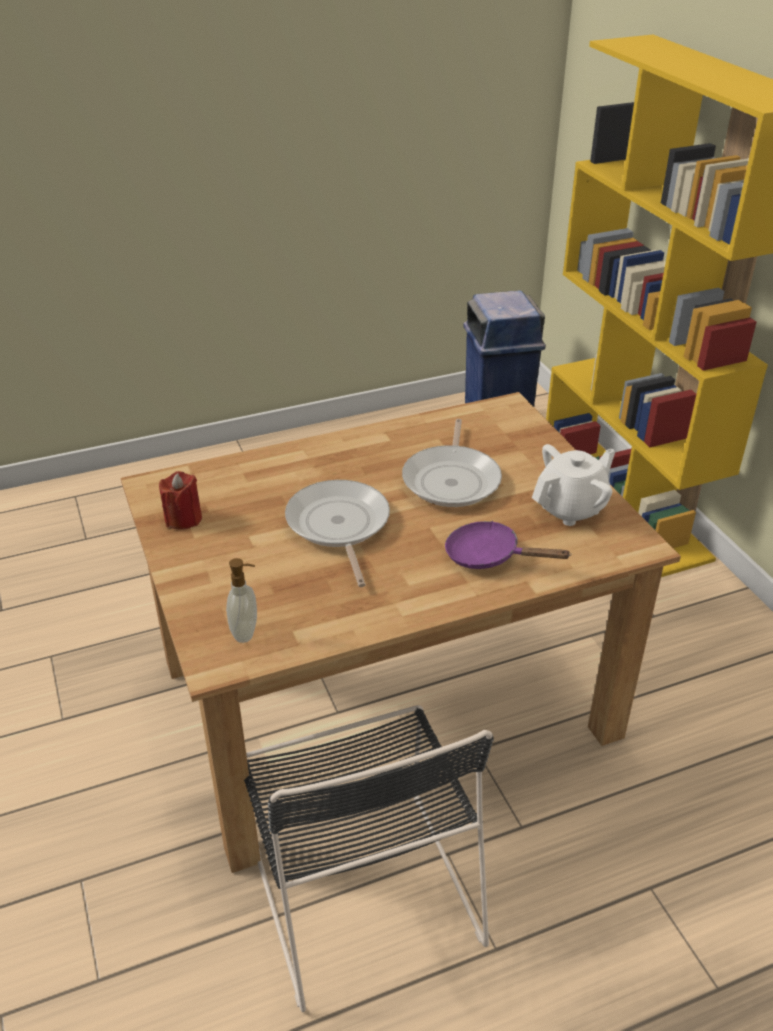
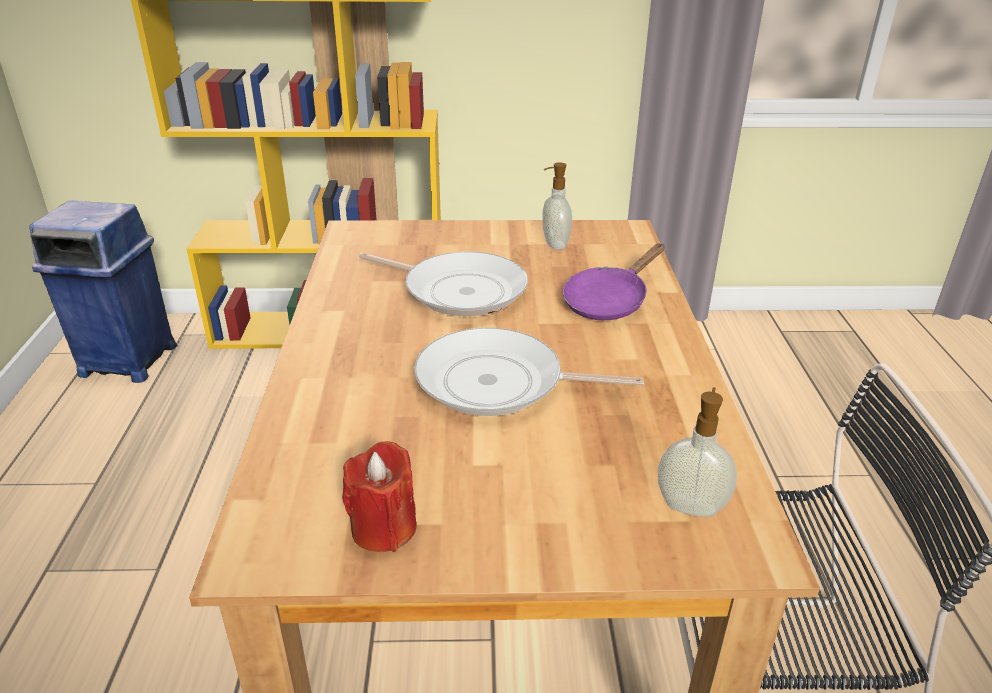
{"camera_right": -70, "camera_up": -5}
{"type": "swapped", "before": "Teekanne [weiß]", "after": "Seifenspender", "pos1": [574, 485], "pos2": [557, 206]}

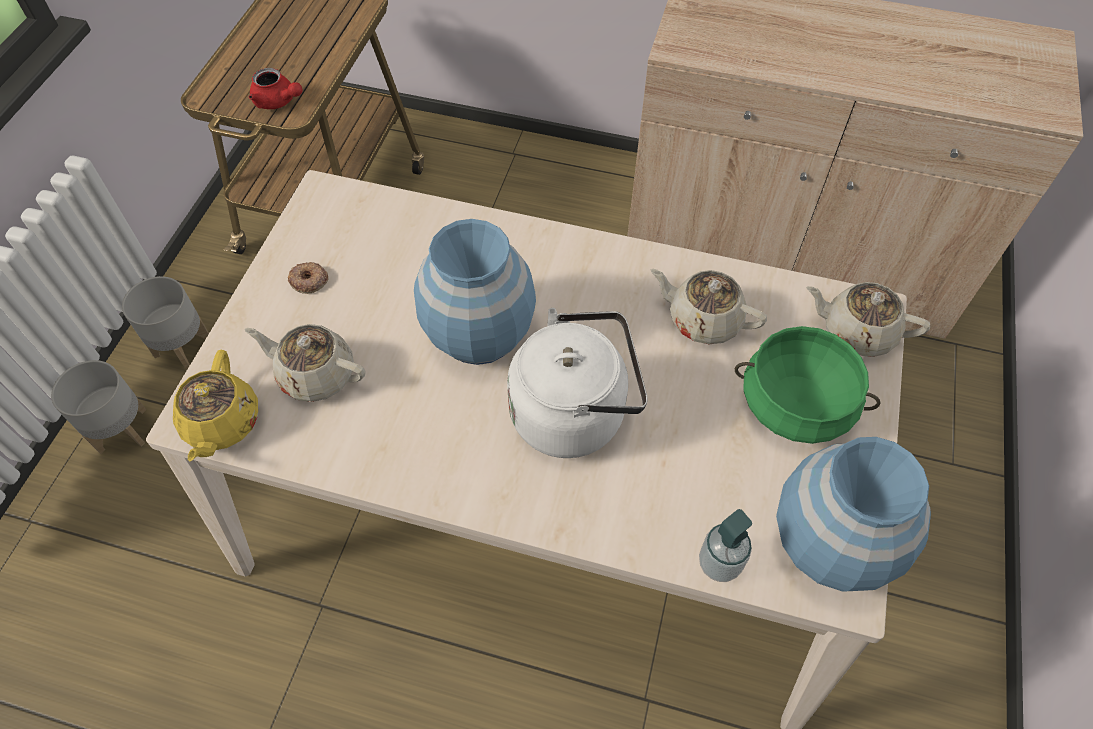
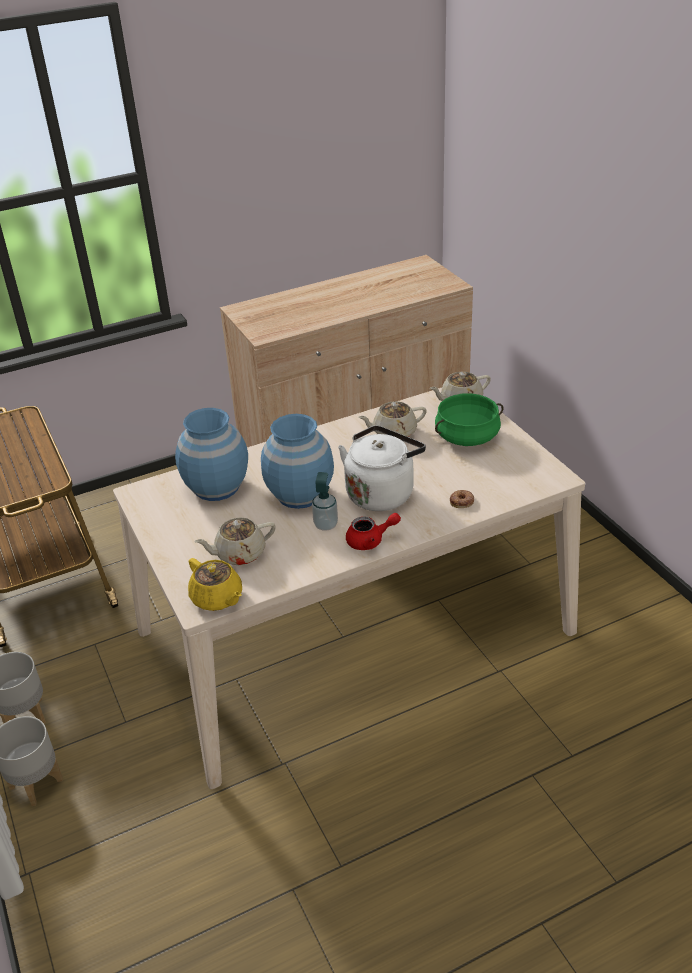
{"camera_right": -40, "camera_up": -20}
{"type": "shifted", "before": "Teekanne [rot]", "pos1": [276, 88], "pos2": [373, 531]}
{"type": "shifted", "before": "Donut", "pos1": [308, 278], "pos2": [462, 499]}
{"type": "shifted", "before": "Seifenspender", "pos1": [725, 545], "pos2": [325, 501]}
{"type": "shifted", "before": "Vase [blau]", "pos1": [853, 514], "pos2": [211, 454]}

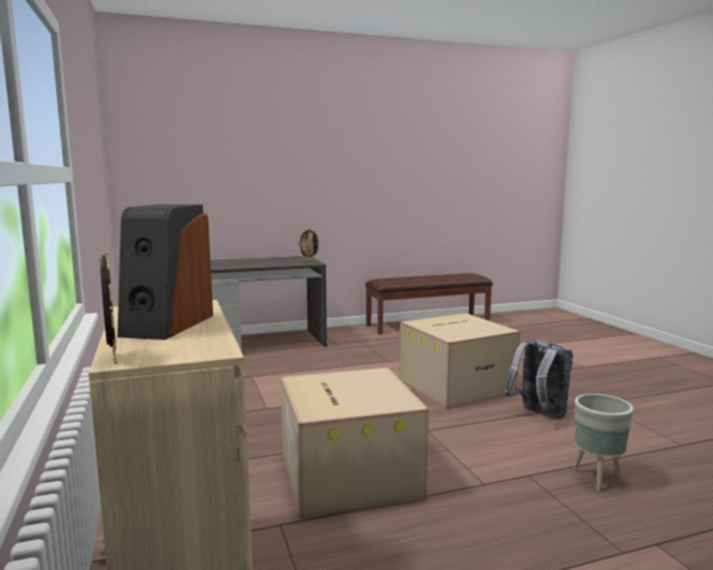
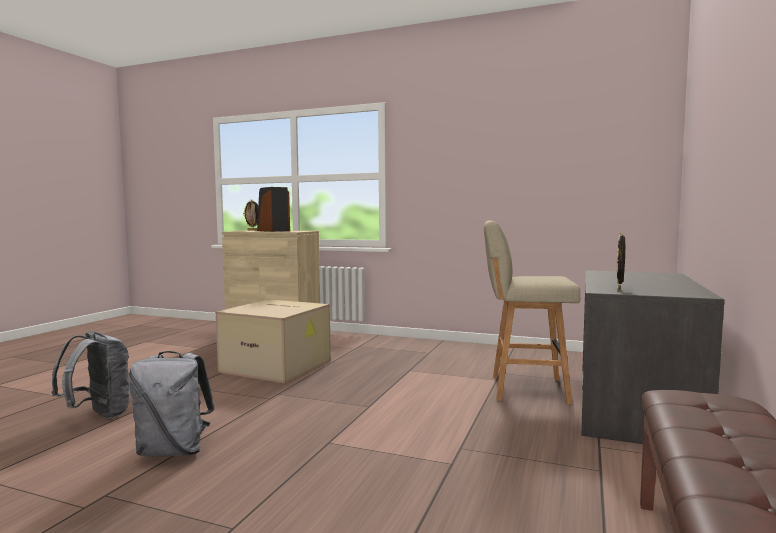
{"camera_right": 130, "camera_up": -5}
{"type": "gone", "before": "Karton", "pos1": [459, 361]}
{"type": "new", "after": "Hocker [beige]", "pos2": [532, 312]}
{"type": "swapped", "before": "Pflanzkübel [grau]", "after": "Rucksack [grau]", "pos1": [603, 443], "pos2": [90, 374]}

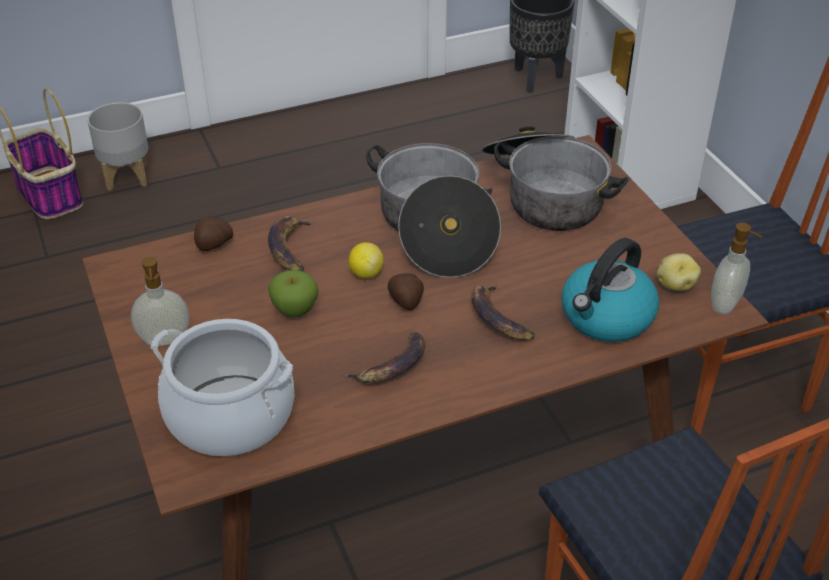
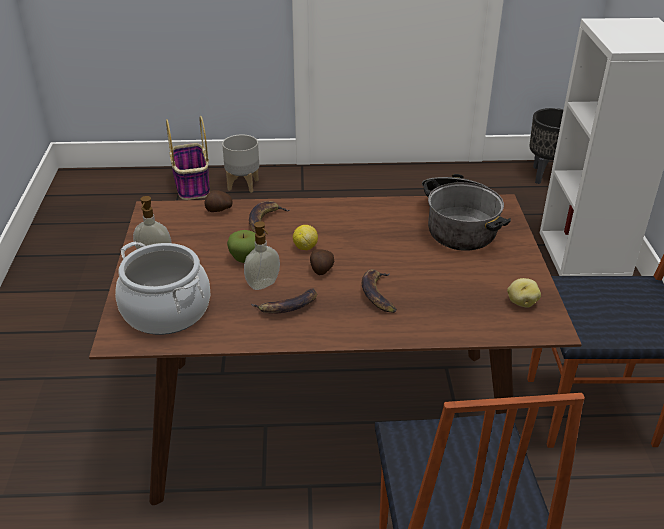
{"camera_right": 20, "camera_up": -5}
{"type": "gone", "before": "Kochtopf", "pos1": [433, 210]}
{"type": "gone", "before": "Wasserkessel", "pos1": [610, 290]}
{"type": "shifted", "before": "Seifenspender", "pos1": [736, 268], "pos2": [262, 255]}

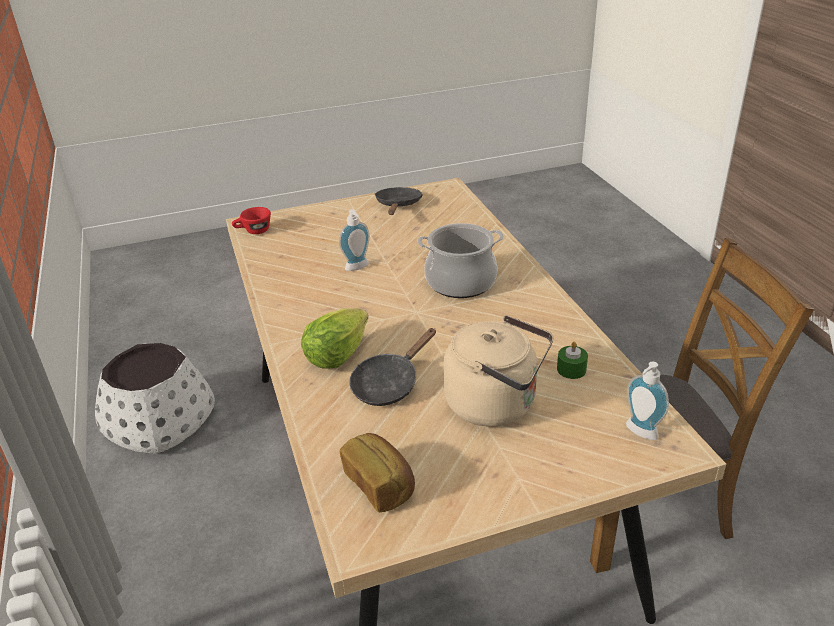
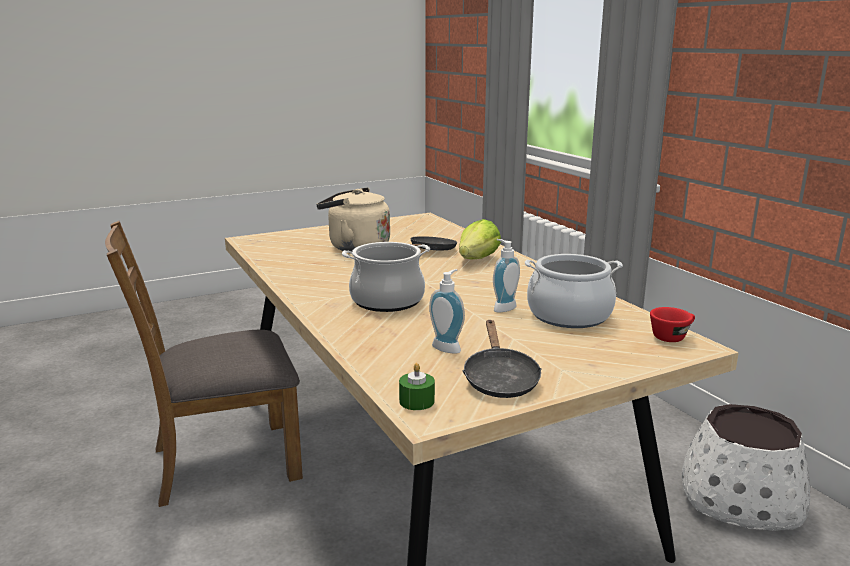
{"camera_right": 170, "camera_up": -15}
{"type": "gone", "before": "Brot", "pos1": [377, 472]}
{"type": "new", "after": "Kochtopf", "pos2": [574, 291]}
{"type": "shifted", "before": "Kerze [grün]", "pos1": [572, 360], "pos2": [417, 386]}
{"type": "shifted", "before": "Seifenspender", "pos1": [647, 401], "pos2": [447, 311]}

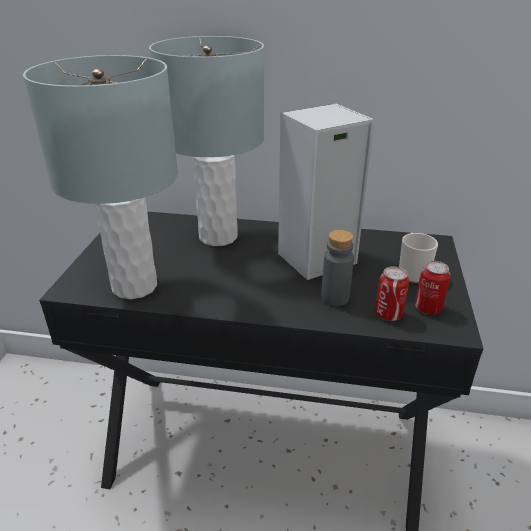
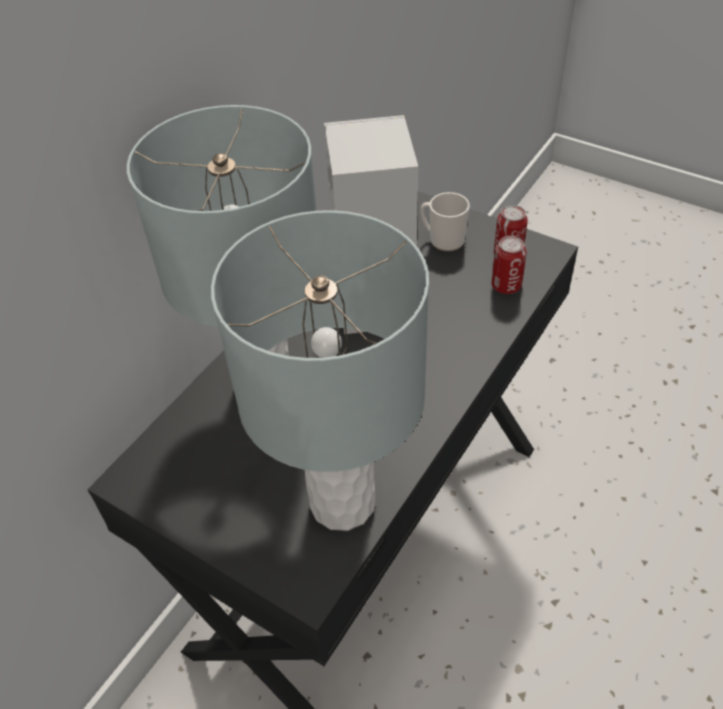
{"camera_right": -65, "camera_up": 15}
{"type": "gone", "before": "Flasche [grau]", "pos1": [337, 268]}

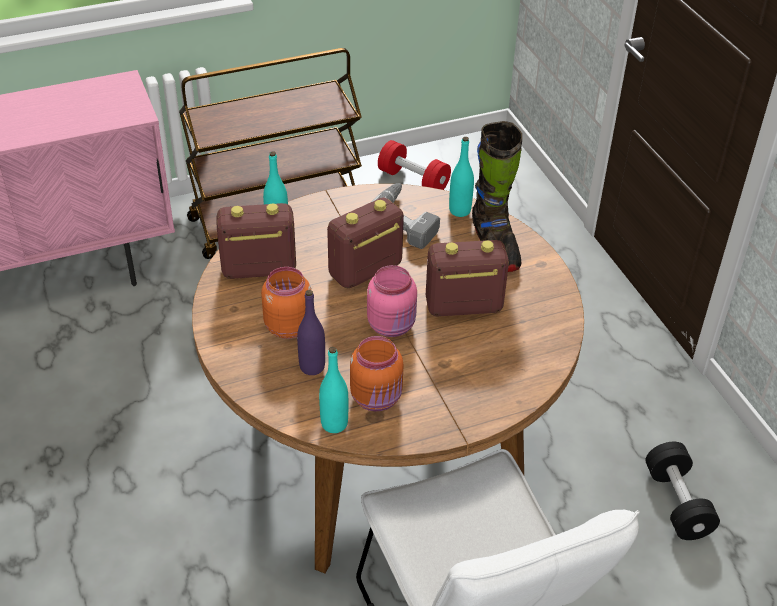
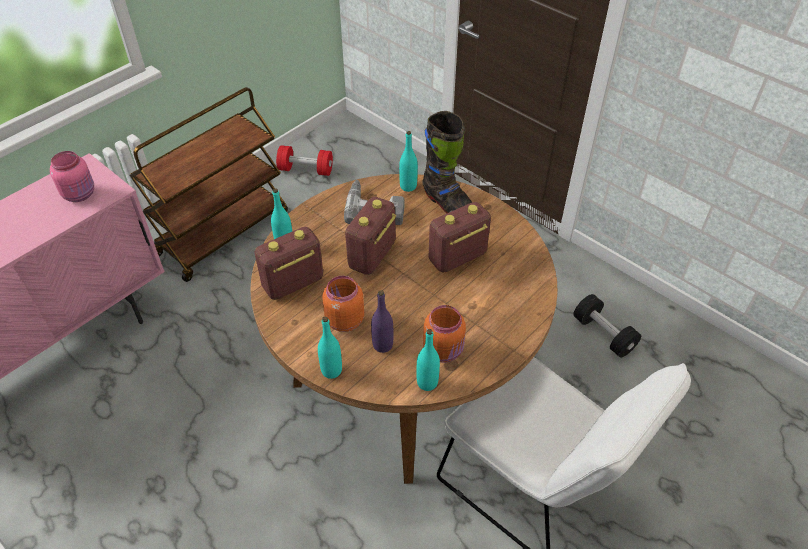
{"camera_right": -25, "camera_up": 5}
{"type": "new", "after": "Flasche [türkis]", "pos2": [330, 348]}
{"type": "shifted", "before": "Vorratsglas [rosa]", "pos1": [392, 301], "pos2": [72, 176]}

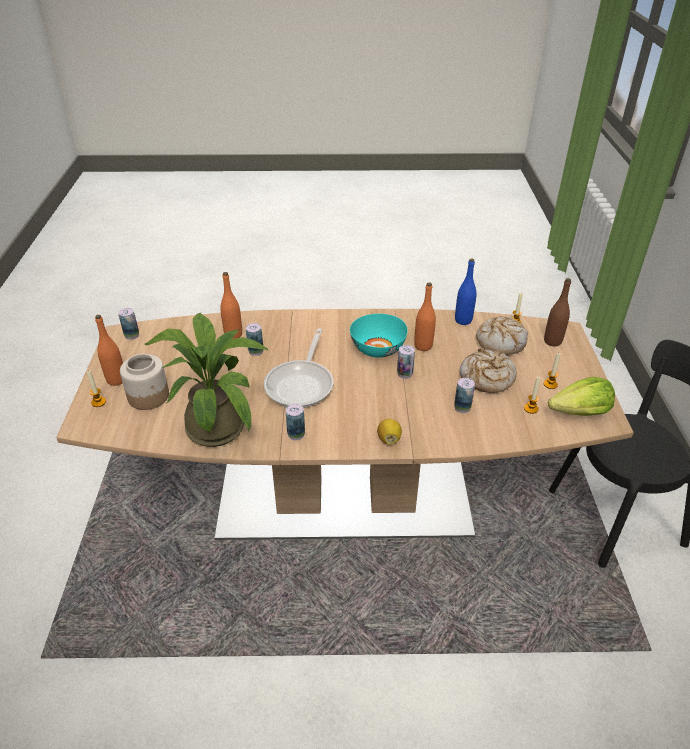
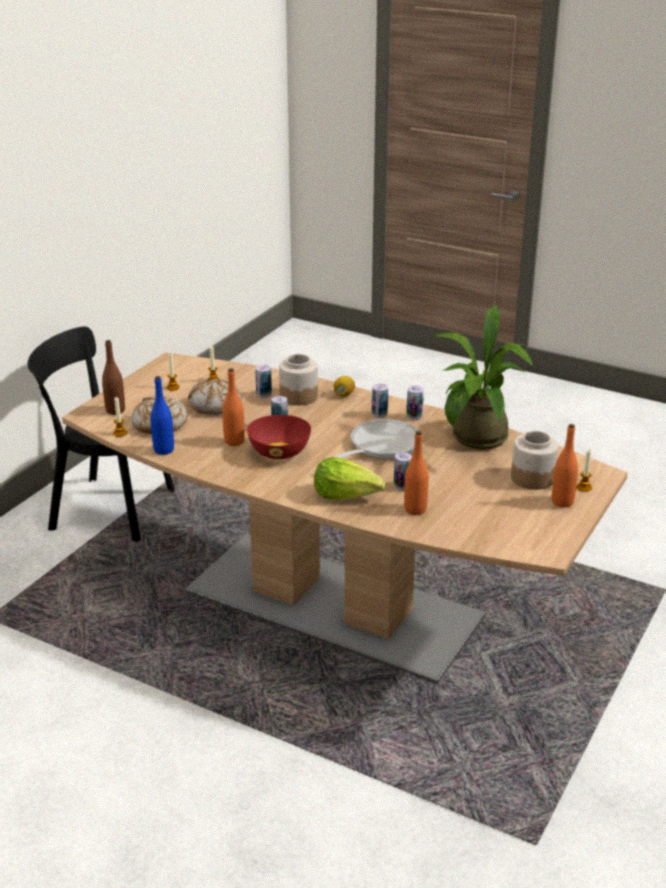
{"camera_right": -150, "camera_up": -10}
{"type": "new", "after": "Vorratsglas", "pos2": [298, 379]}
{"type": "shifted", "before": "Dose", "pos1": [128, 324], "pos2": [380, 401]}
{"type": "shifted", "before": "Salatkopf", "pos1": [581, 396], "pos2": [349, 478]}
{"type": "repainted", "before": "Schüssel [türkis]", "after": "Schüssel [rot]", "pos1": [379, 336], "pos2": [279, 437]}

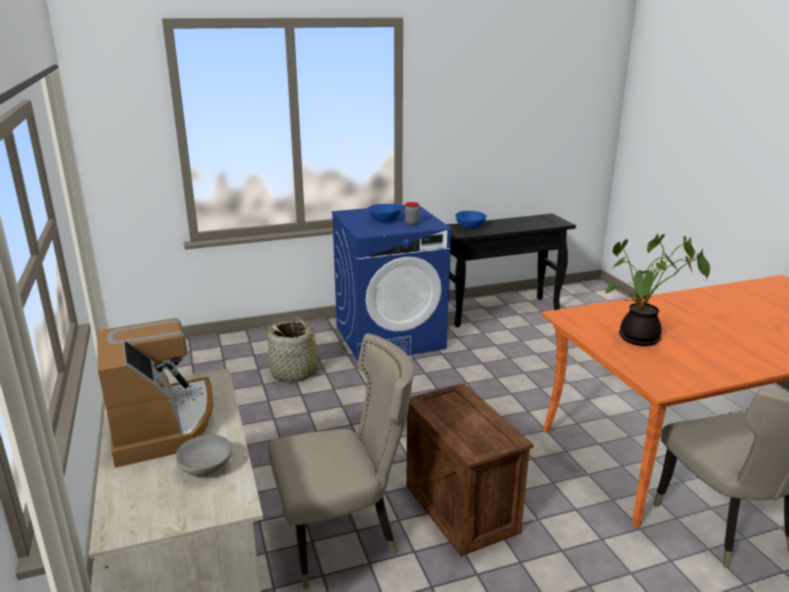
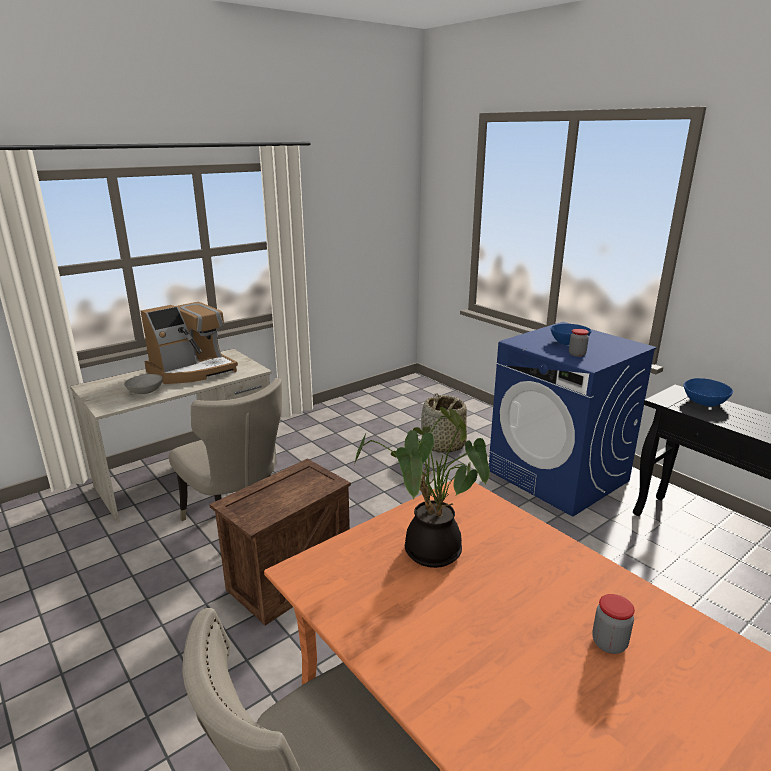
{"camera_right": 70, "camera_up": 0}
{"type": "new", "after": "Vorratsglas", "pos2": [613, 624]}

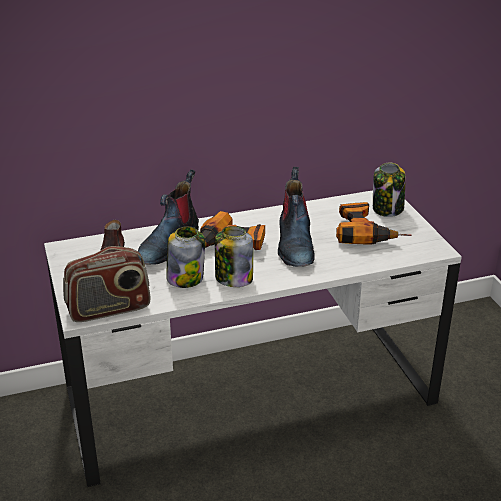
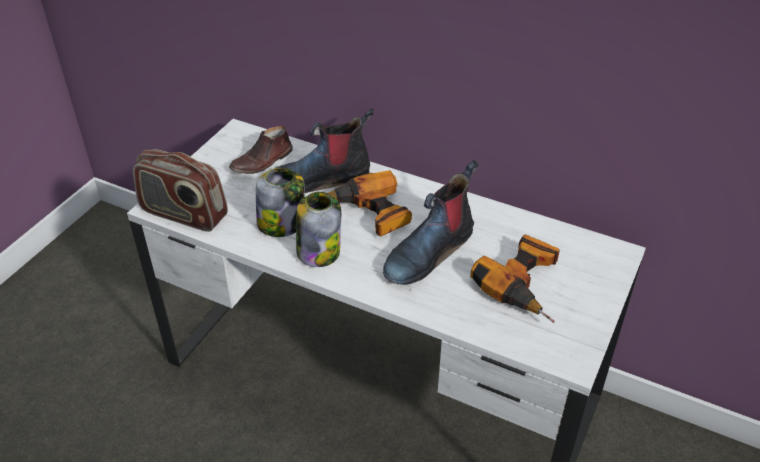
{"camera_right": 45, "camera_up": 10}
{"type": "gone", "before": "Vorratsglas", "pos1": [389, 190]}

